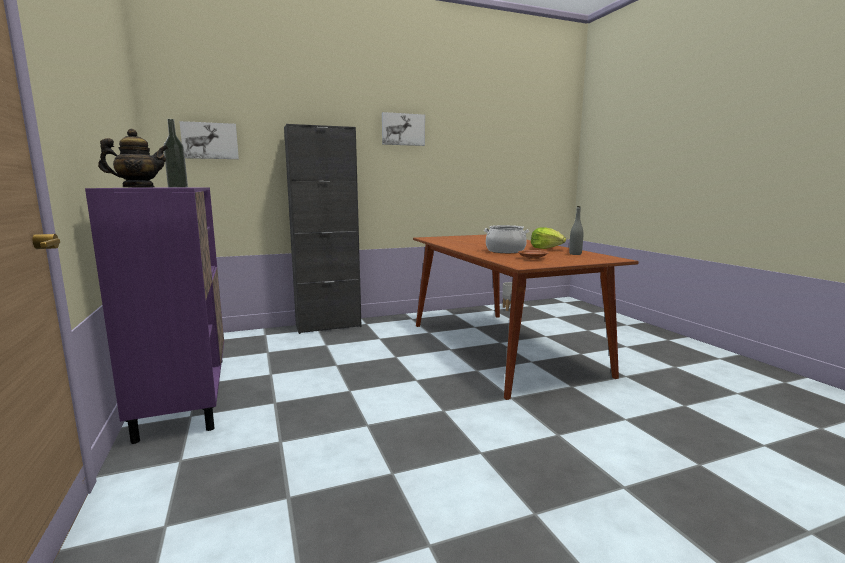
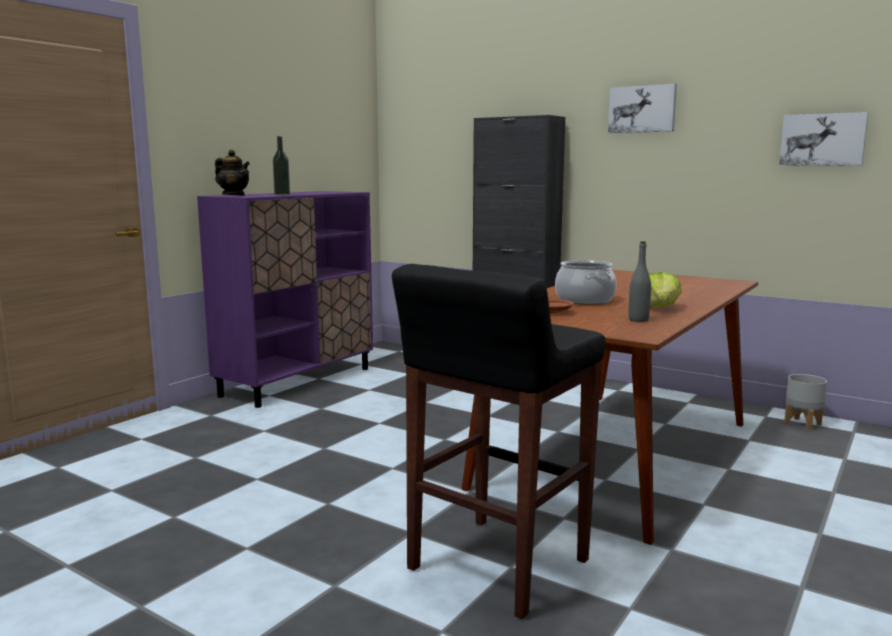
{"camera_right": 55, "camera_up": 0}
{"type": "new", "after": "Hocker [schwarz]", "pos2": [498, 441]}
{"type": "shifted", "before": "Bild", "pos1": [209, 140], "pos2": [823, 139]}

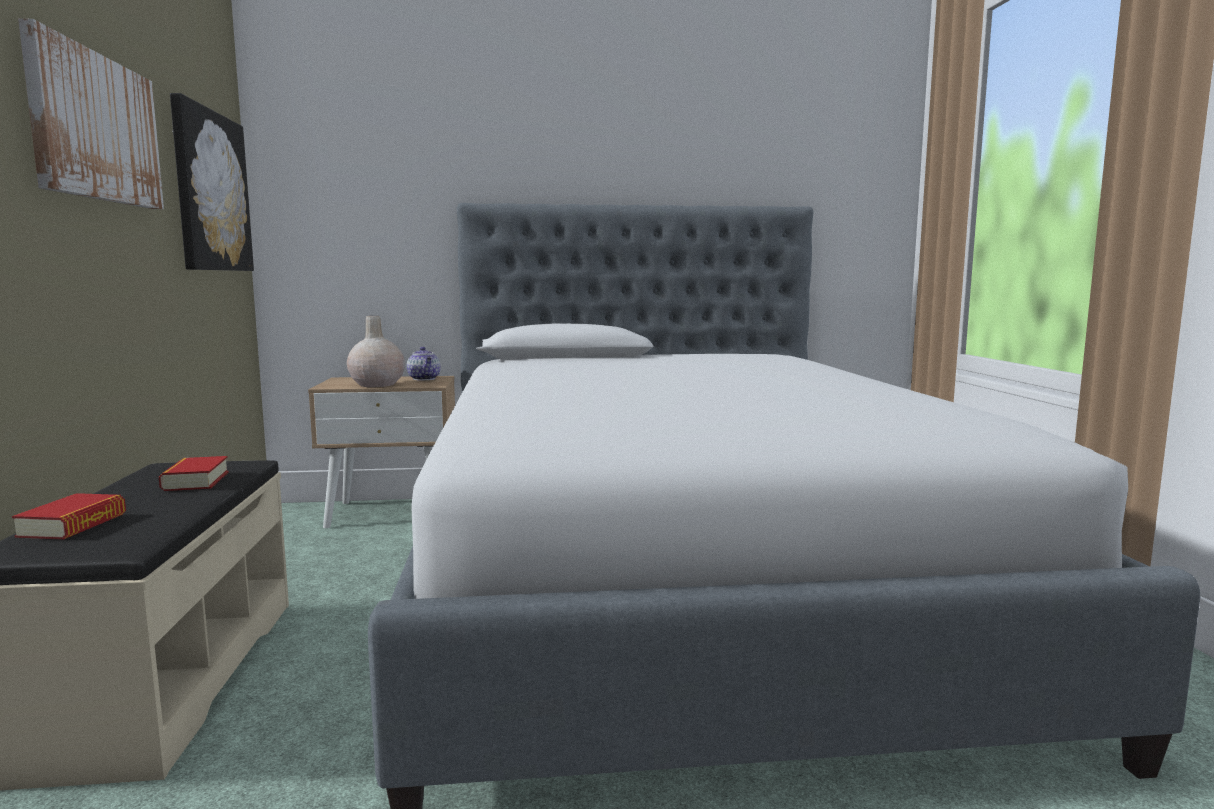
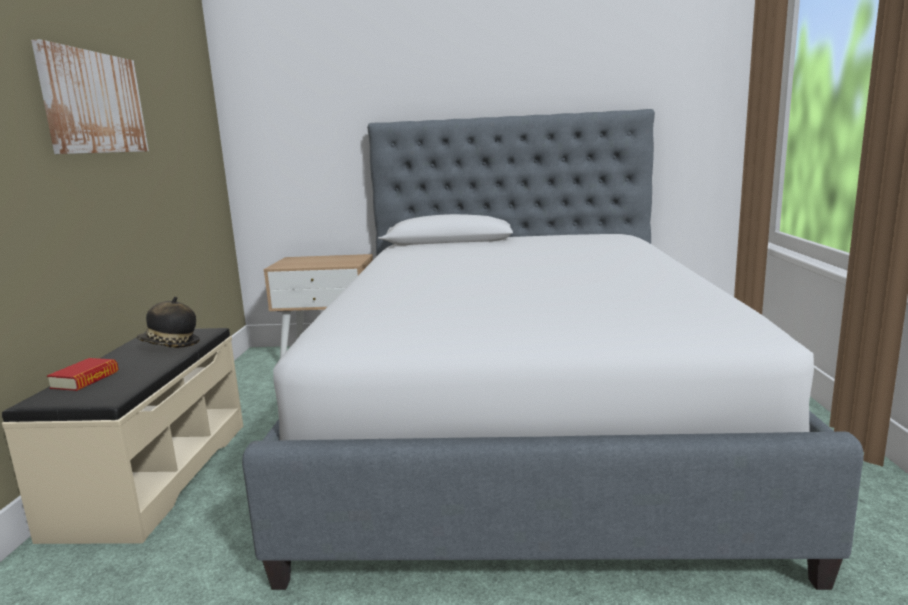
{"camera_right": 10, "camera_up": 5}
{"type": "gone", "before": "Bild", "pos1": [212, 182]}
{"type": "gone", "before": "Vase [beige]", "pos1": [376, 351]}
{"type": "gone", "before": "Teekanne", "pos1": [424, 364]}
{"type": "swapped", "before": "Buch", "after": "Hut", "pos1": [194, 473], "pos2": [168, 322]}

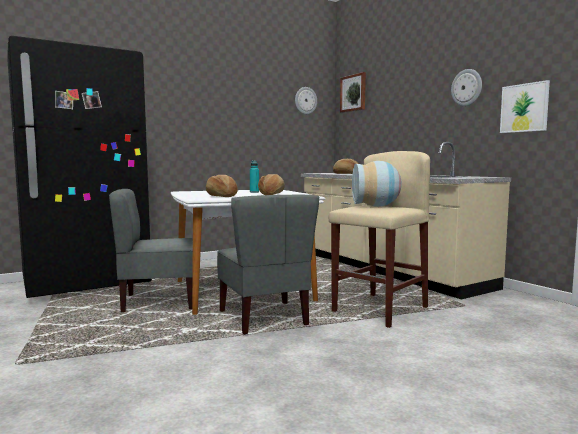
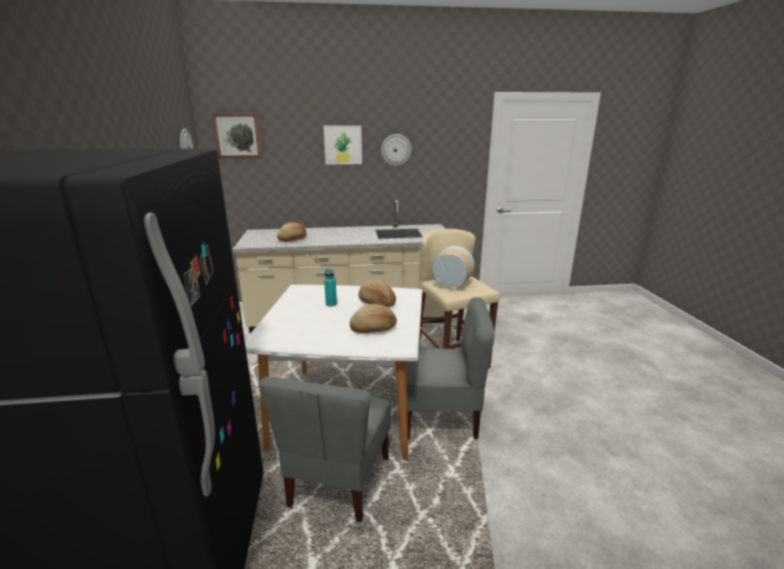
{"camera_right": -65, "camera_up": 15}
{"type": "shifted", "before": "Bild", "pos1": [525, 106], "pos2": [342, 145]}

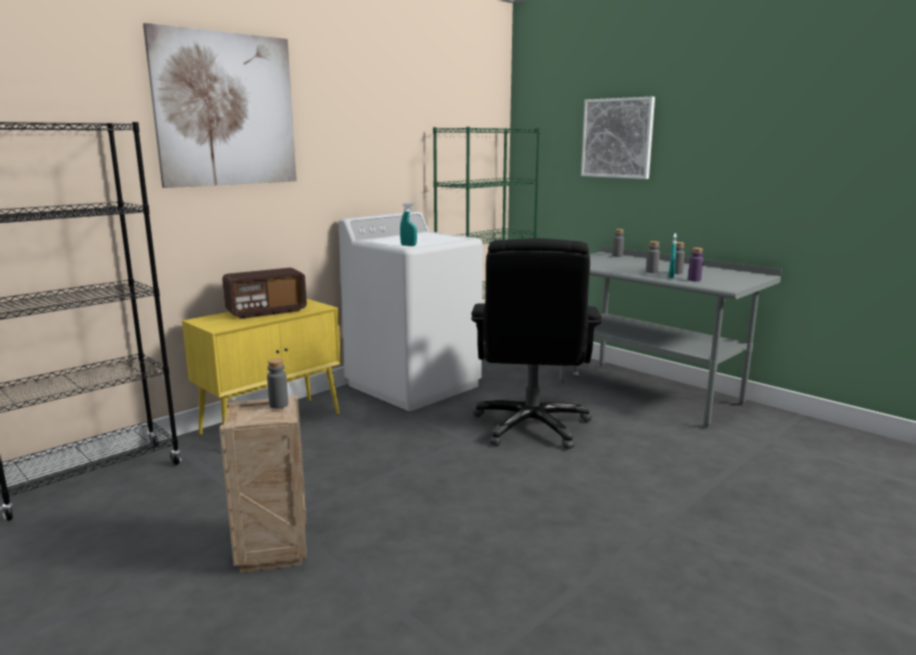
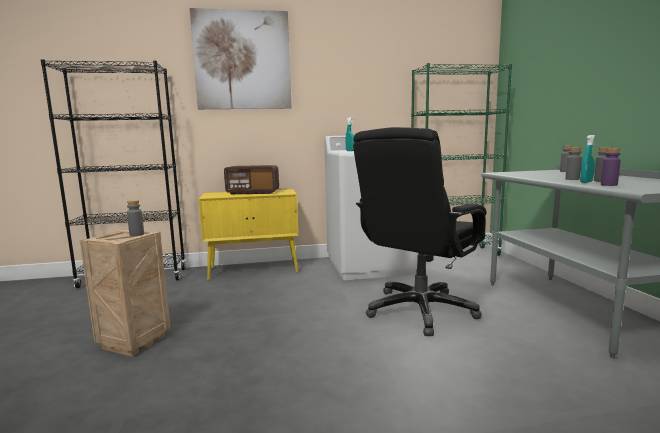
{"camera_right": 35, "camera_up": -5}
{"type": "gone", "before": "Bild", "pos1": [618, 138]}

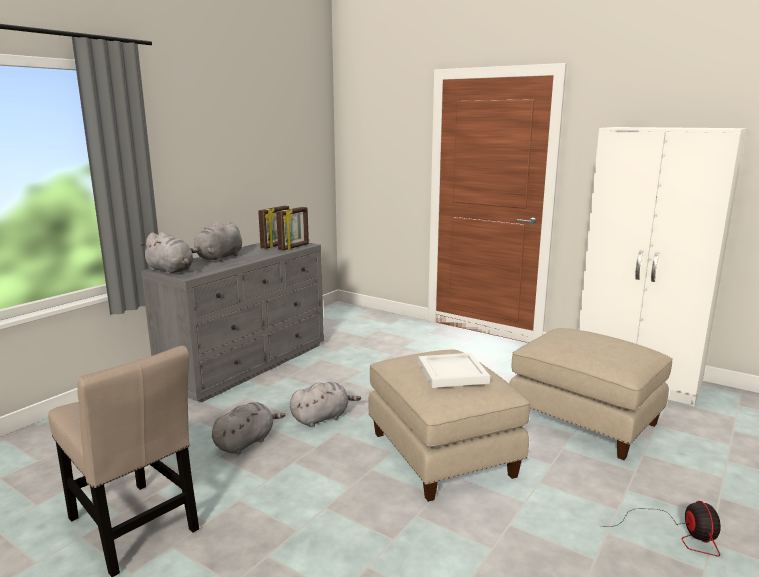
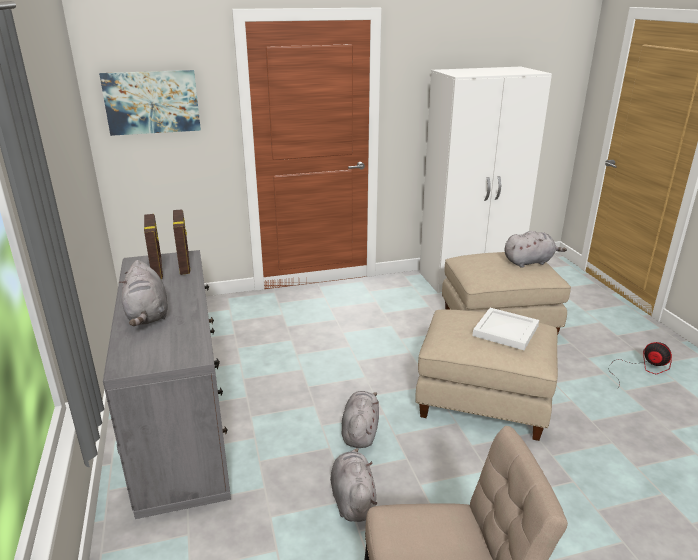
{"camera_right": -50, "camera_up": 10}
{"type": "new", "after": "Bild", "pos2": [150, 103]}
{"type": "shifted", "before": "Plüschtier [grau]", "pos1": [167, 253], "pos2": [536, 249]}

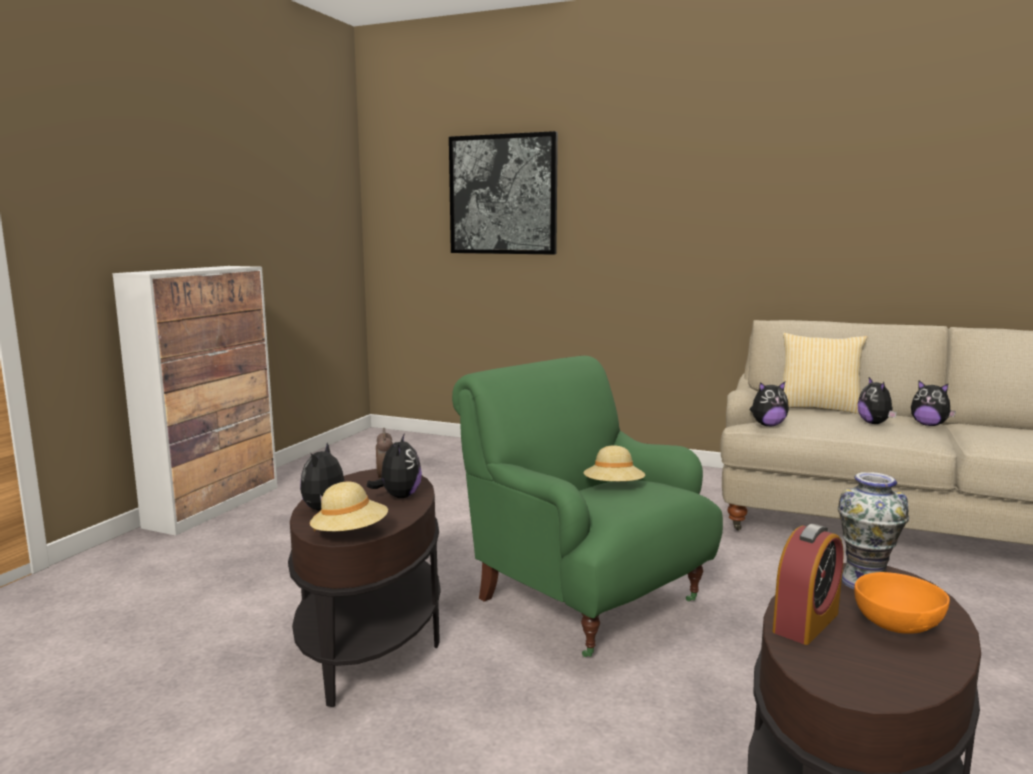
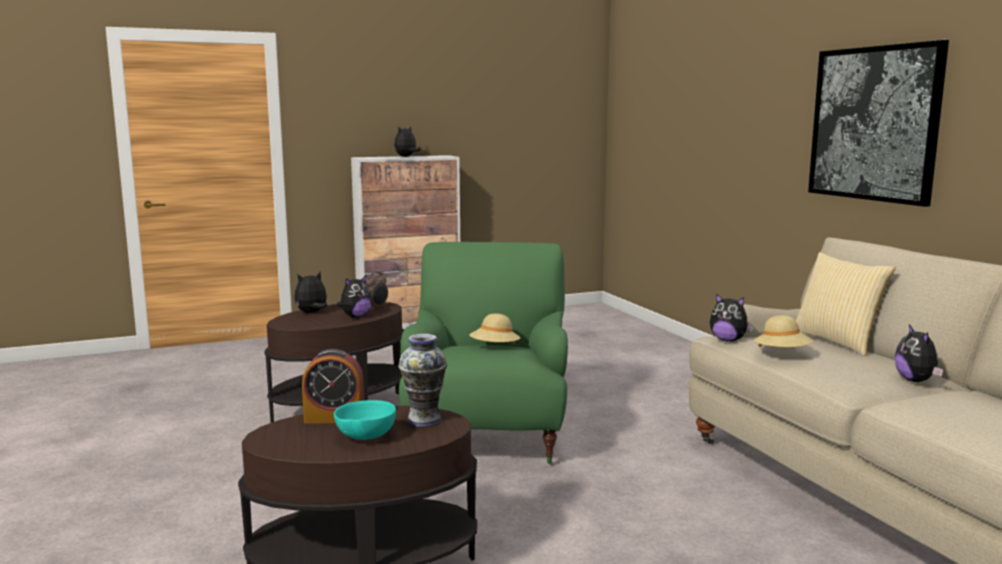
{"camera_right": 45, "camera_up": 0}
{"type": "shifted", "before": "Hut [beige]", "pos1": [349, 507], "pos2": [784, 331]}
{"type": "shifted", "before": "Bild", "pos1": [503, 193], "pos2": [878, 123]}
{"type": "shifted", "before": "Plüschtier", "pos1": [877, 400], "pos2": [407, 141]}
{"type": "repainted", "before": "Schüssel [orange]", "after": "Schüssel [türkis]", "pos1": [902, 603], "pos2": [365, 420]}

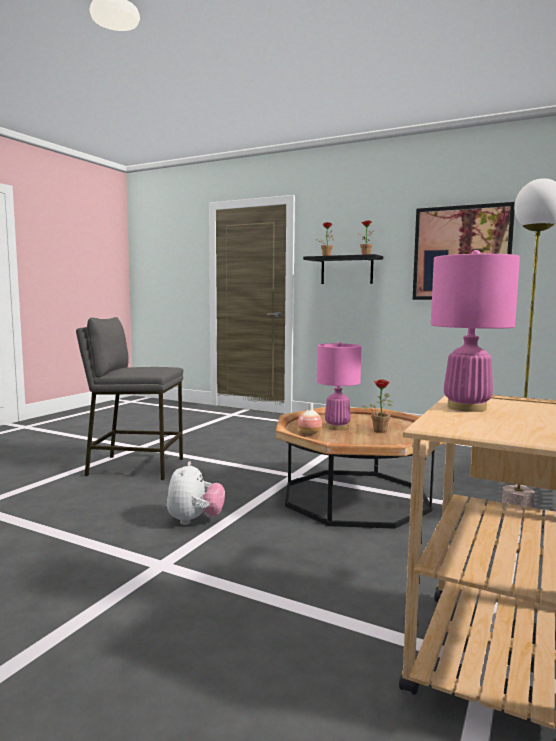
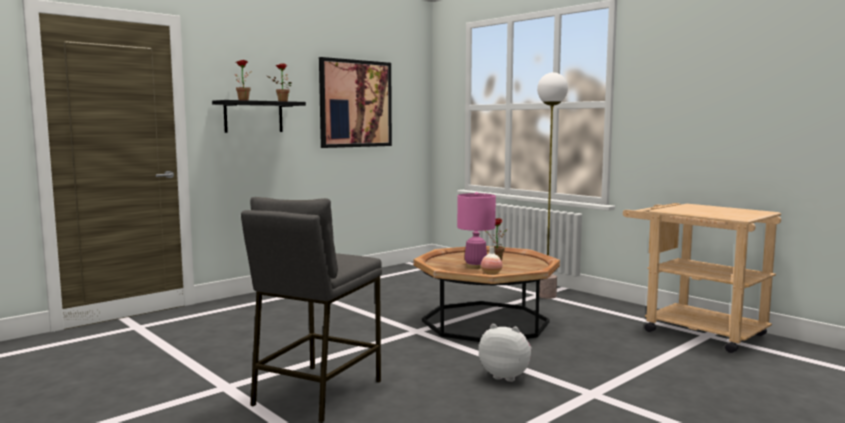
{"camera_right": -70, "camera_up": 0}
{"type": "gone", "before": "Tischlampe [rosa]", "pos1": [475, 331]}

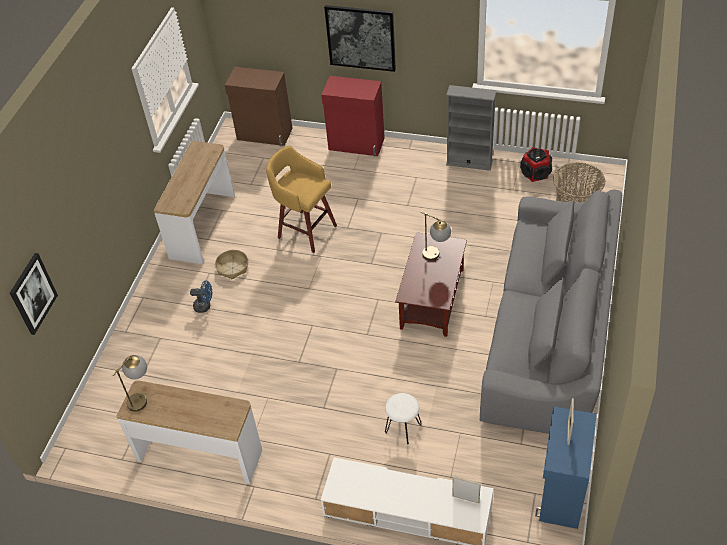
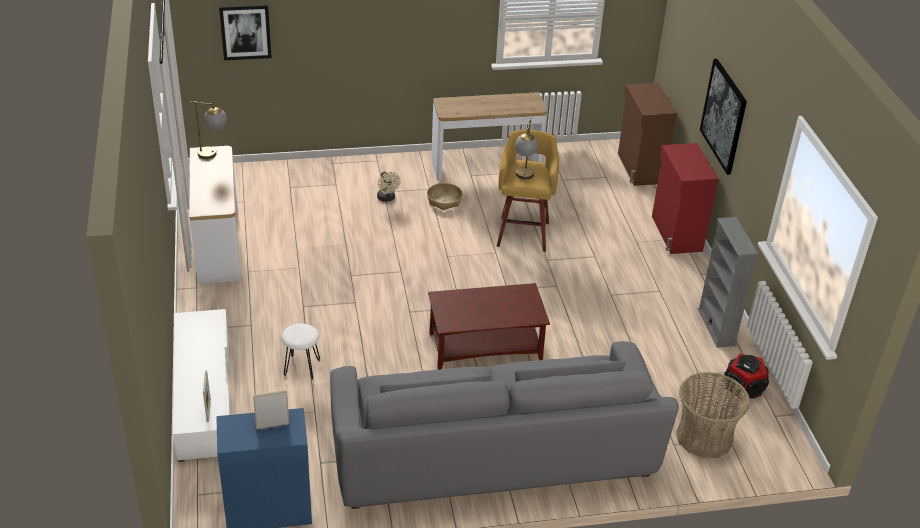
{"camera_right": 60, "camera_up": -10}
{"type": "shifted", "before": "Tischlampe", "pos1": [436, 236], "pos2": [526, 148]}
{"type": "repainted", "before": "Ventilator [blau]", "after": "Ventilator [beige]", "pos1": [201, 297], "pos2": [389, 186]}

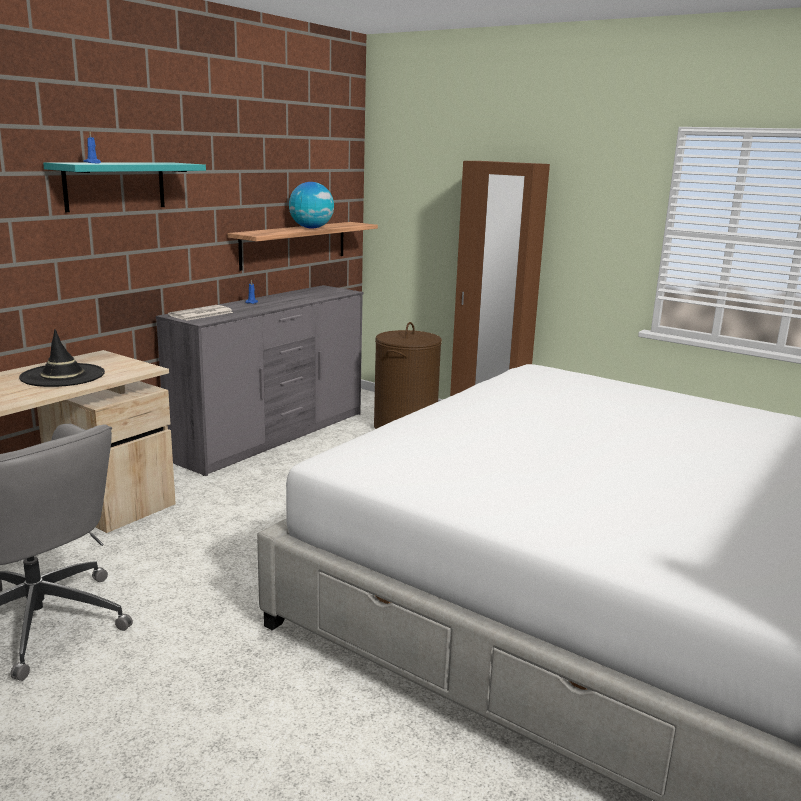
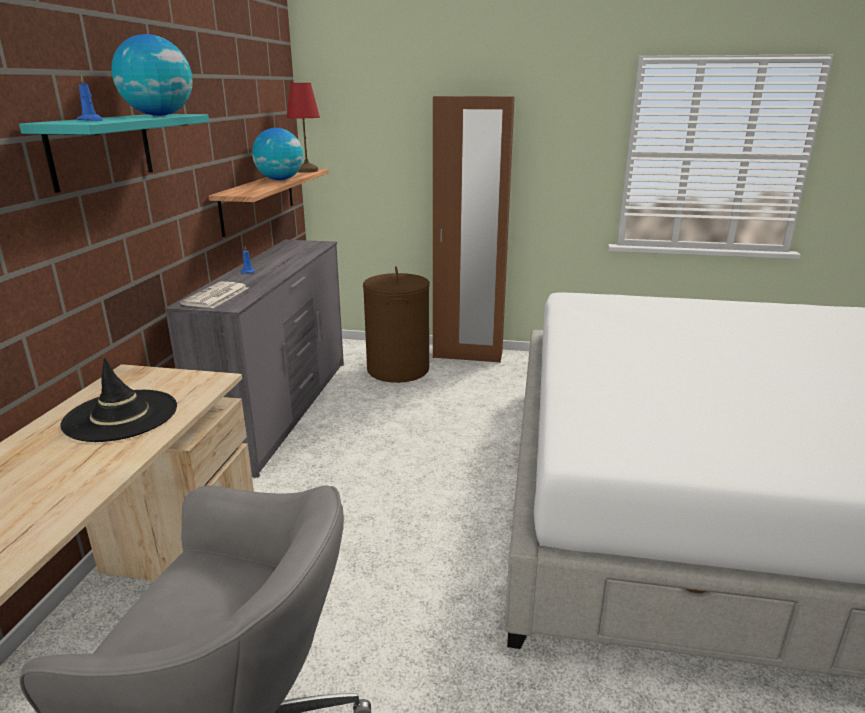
{"camera_right": -25, "camera_up": 5}
{"type": "new", "after": "Globus", "pos2": [152, 75]}
{"type": "new", "after": "Tischlampe [rot]", "pos2": [303, 128]}

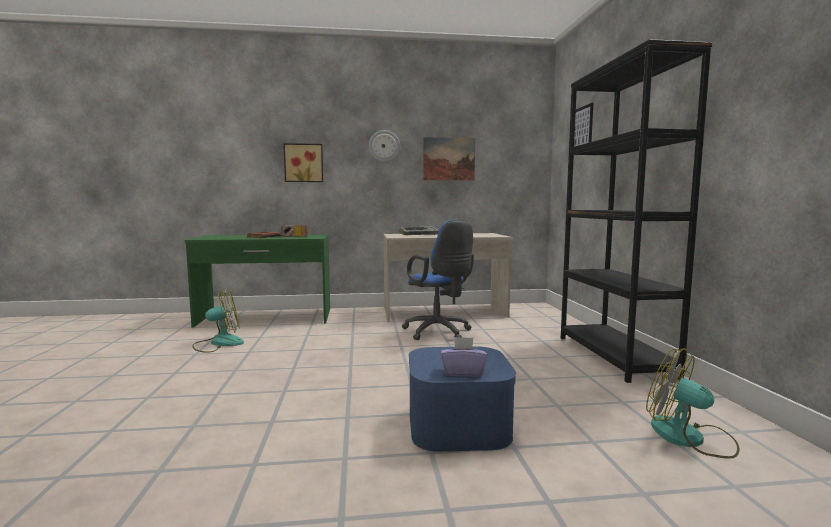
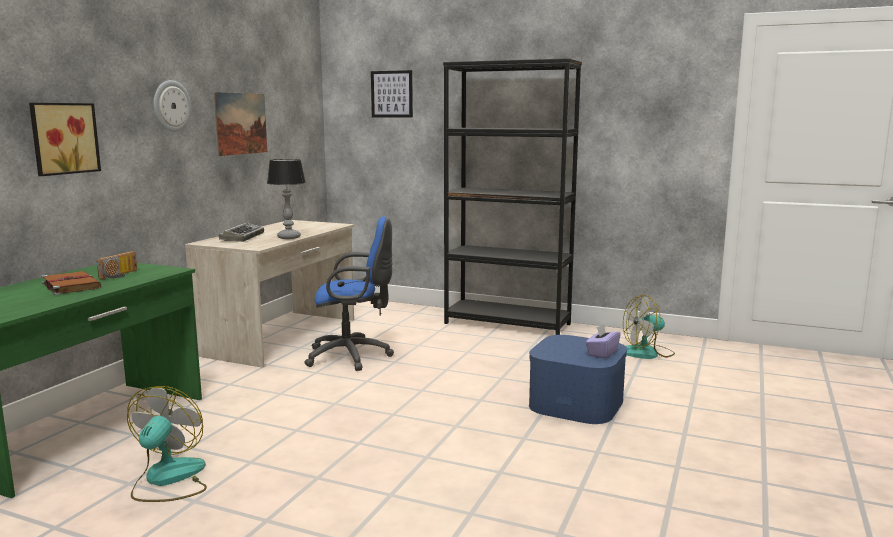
{"camera_right": -60, "camera_up": 5}
{"type": "new", "after": "Tischlampe", "pos2": [286, 199]}

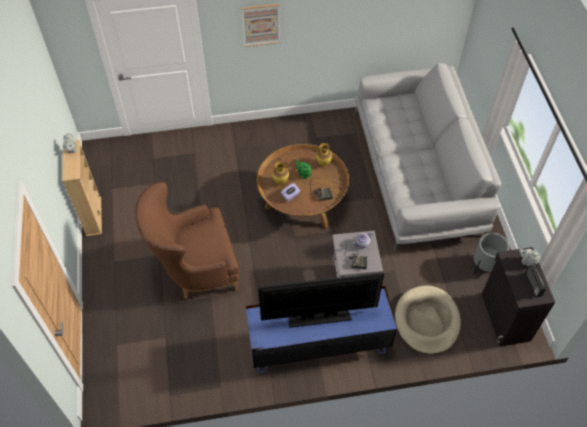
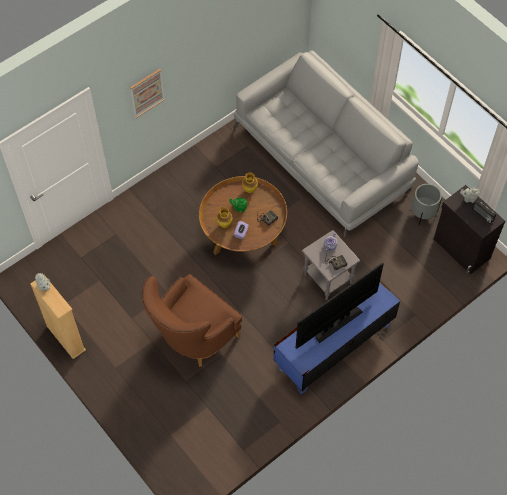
{"camera_right": -30, "camera_up": 5}
{"type": "gone", "before": "Hundebett [beige]", "pos1": [428, 319]}

